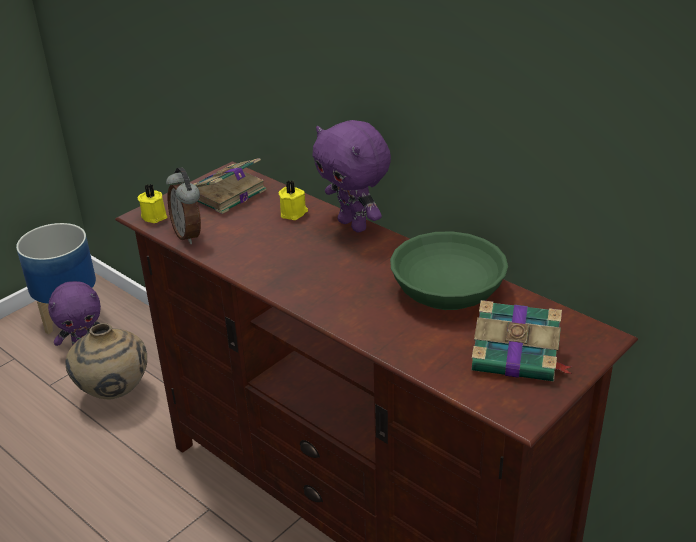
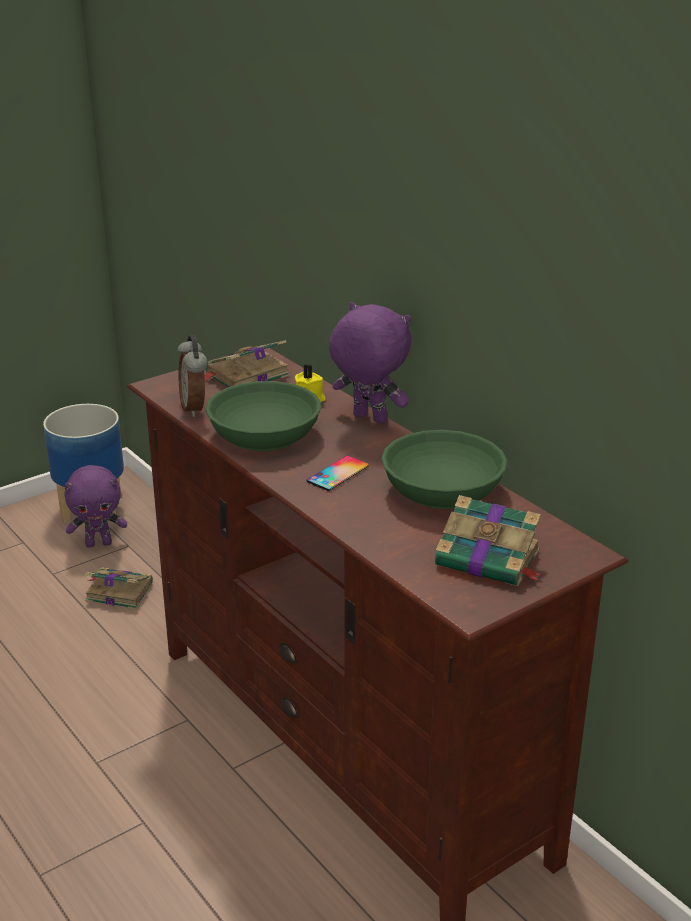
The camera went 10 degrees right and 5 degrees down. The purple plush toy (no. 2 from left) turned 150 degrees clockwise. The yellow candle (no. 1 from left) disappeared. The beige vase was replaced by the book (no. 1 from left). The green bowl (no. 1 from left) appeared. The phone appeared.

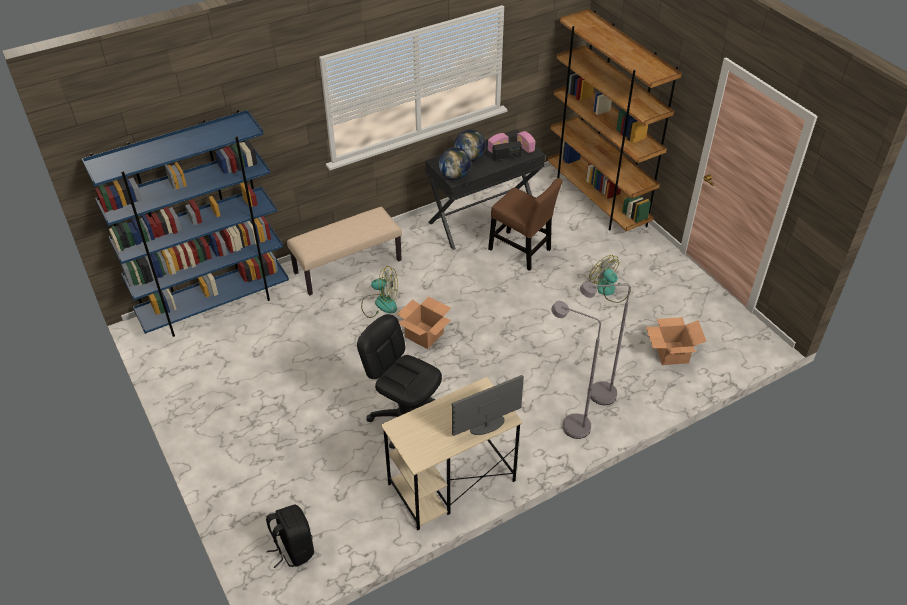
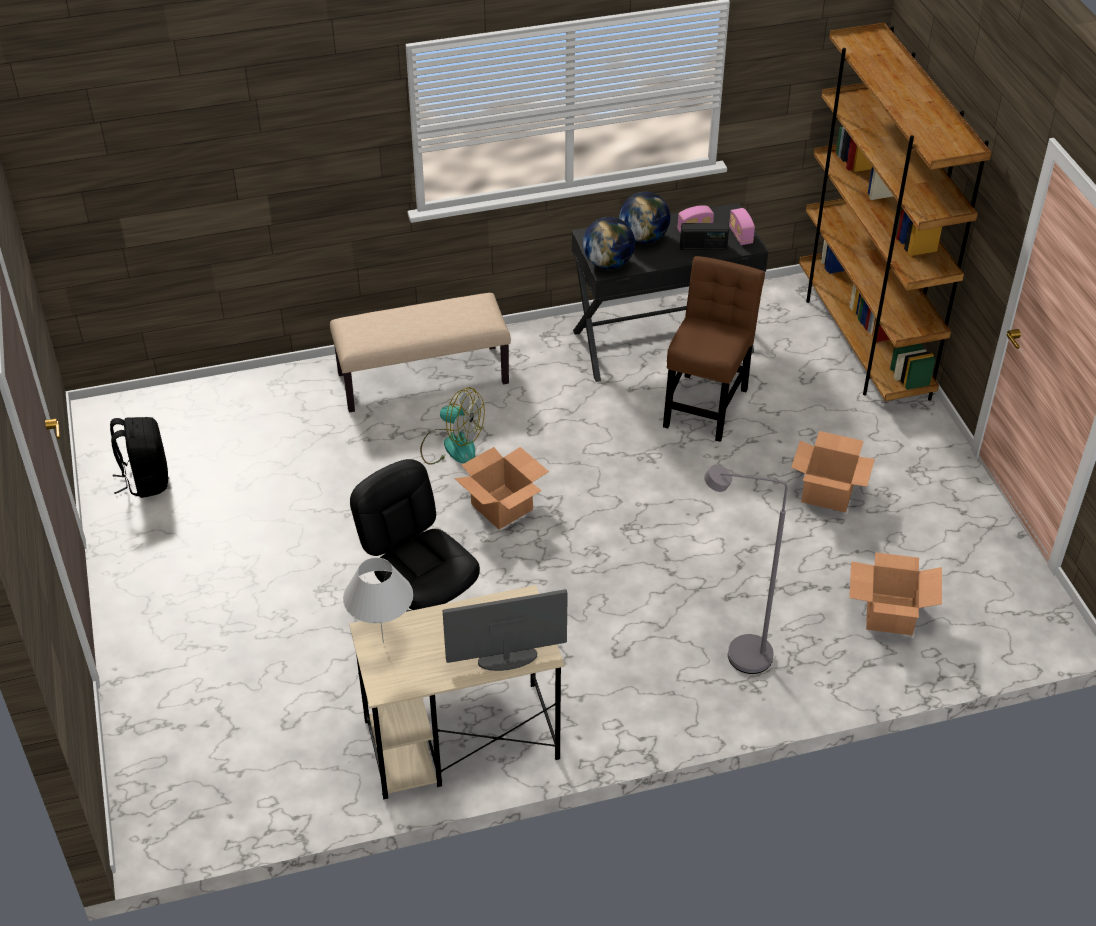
The camera went 15 degrees right and 0 degrees up. The blue bookcase disappeared. The brown chair turned 120 degrees counterclockwise. The fan (no. 2 from left) was replaced by the cardboard box (no. 2 from left). The grey floor lamp (no. 1 from left) disappeared. The black backpack moved. The white table lamp appeared.

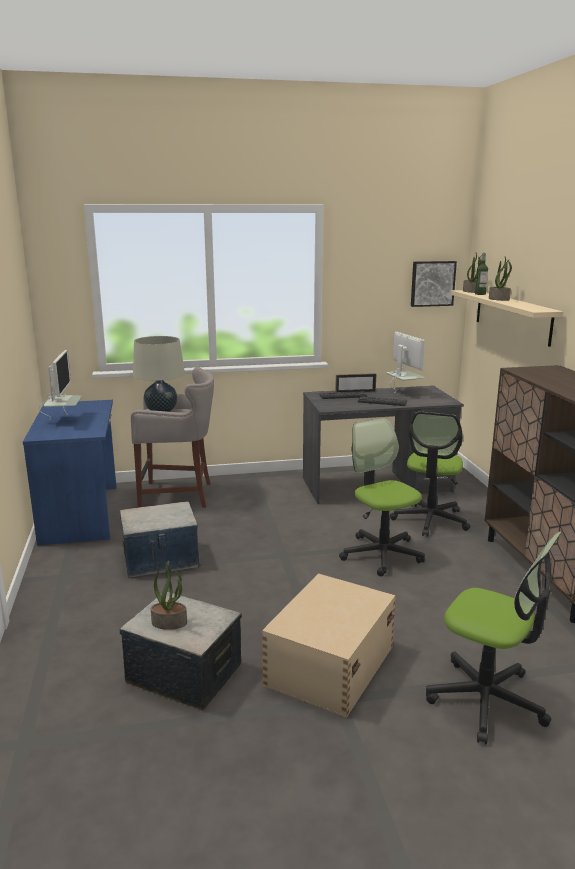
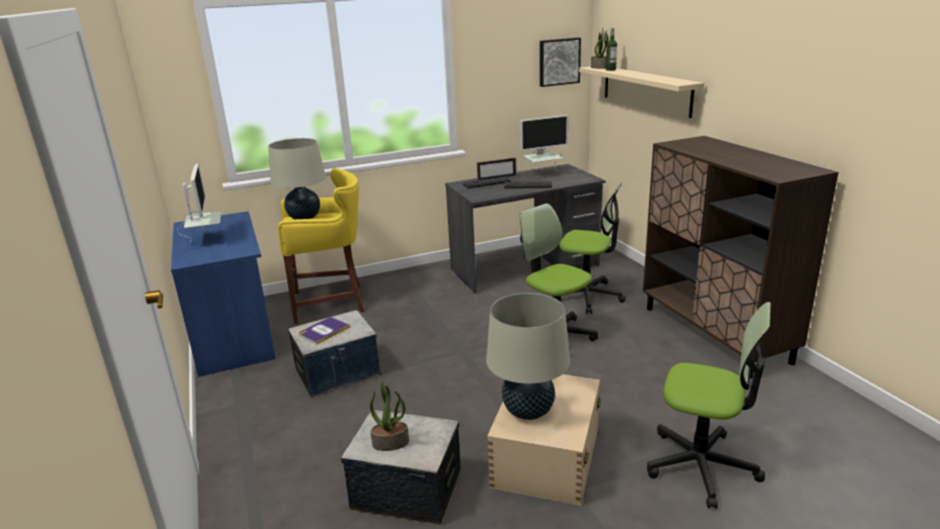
The camera went 10 degrees left and 5 degrees up. The potted plant (no. 3 from left) disappeared. The monitor (no. 2 from left) turned 105 degrees clockwise. The grey stool became the yellow stool. The office chair (no. 2 from left) turned 75 degrees counterclockwise. The beige table lamp (no. 2 from left) appeared. The book appeared.

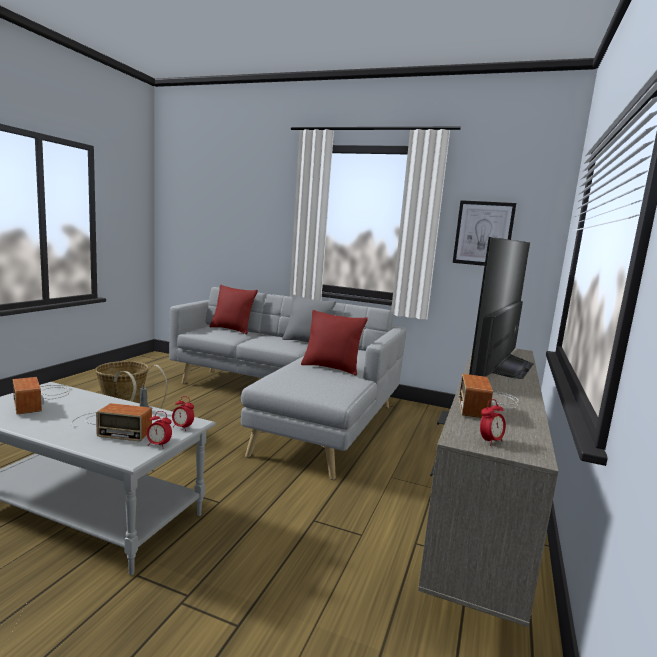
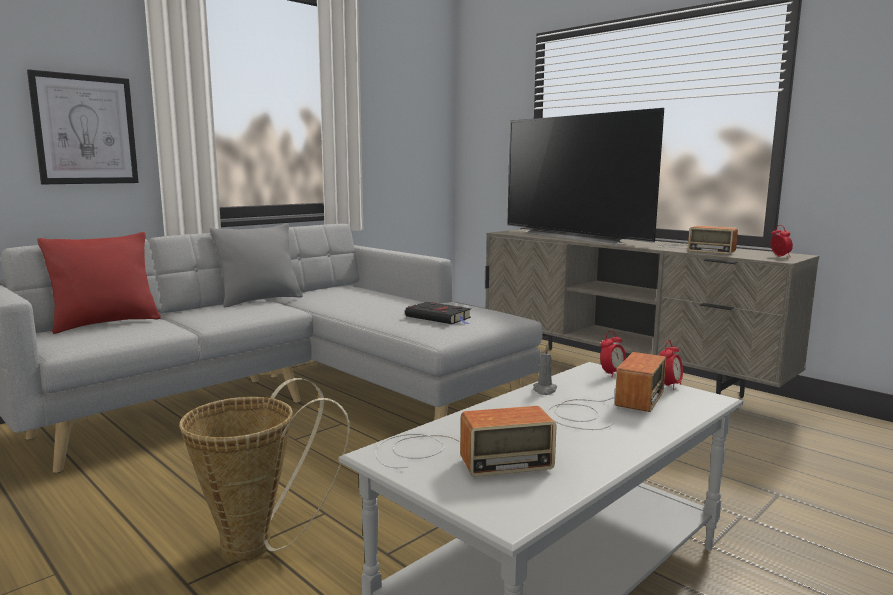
The camera went 65 degrees left and 0 degrees up. The picture moved. The red pillow (no. 2 from left) disappeared. The black book appeared.

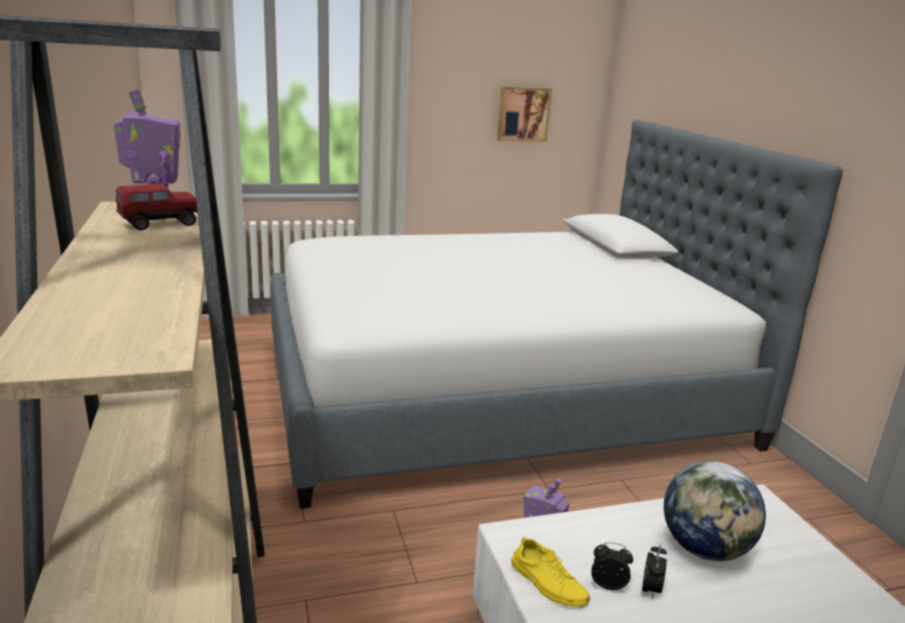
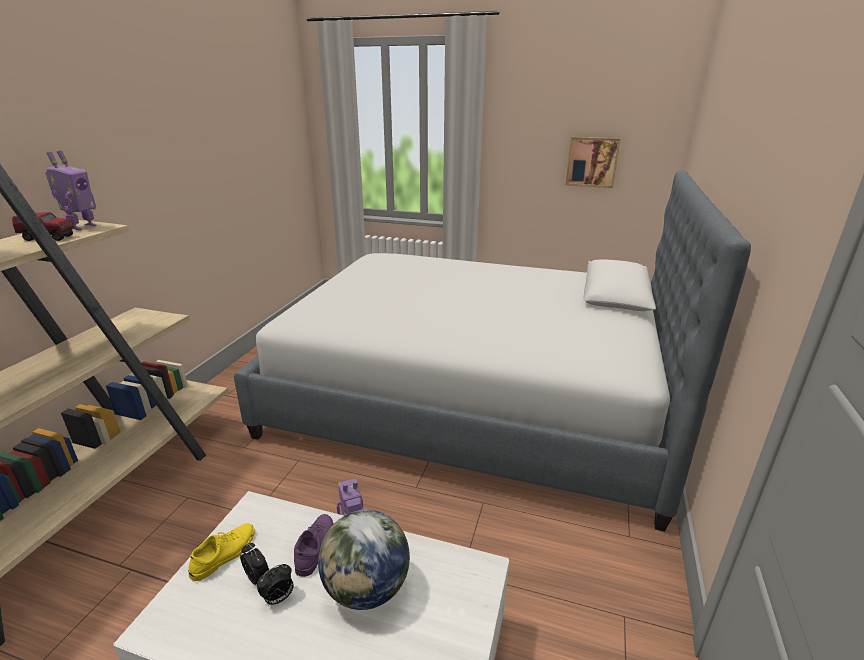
The camera went 35 degrees right and 5 degrees up. The yellow shoe turned 135 degrees counterclockwise. The purple shoe appeared.

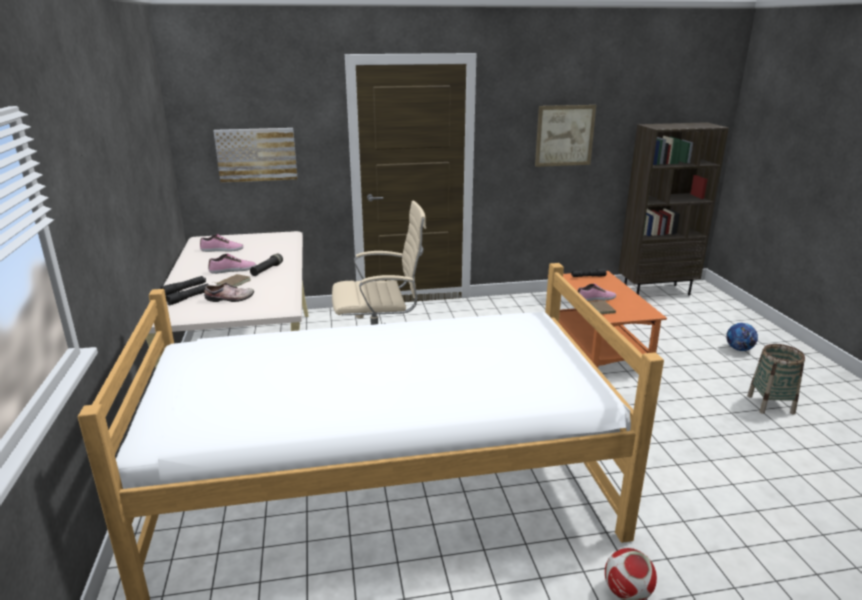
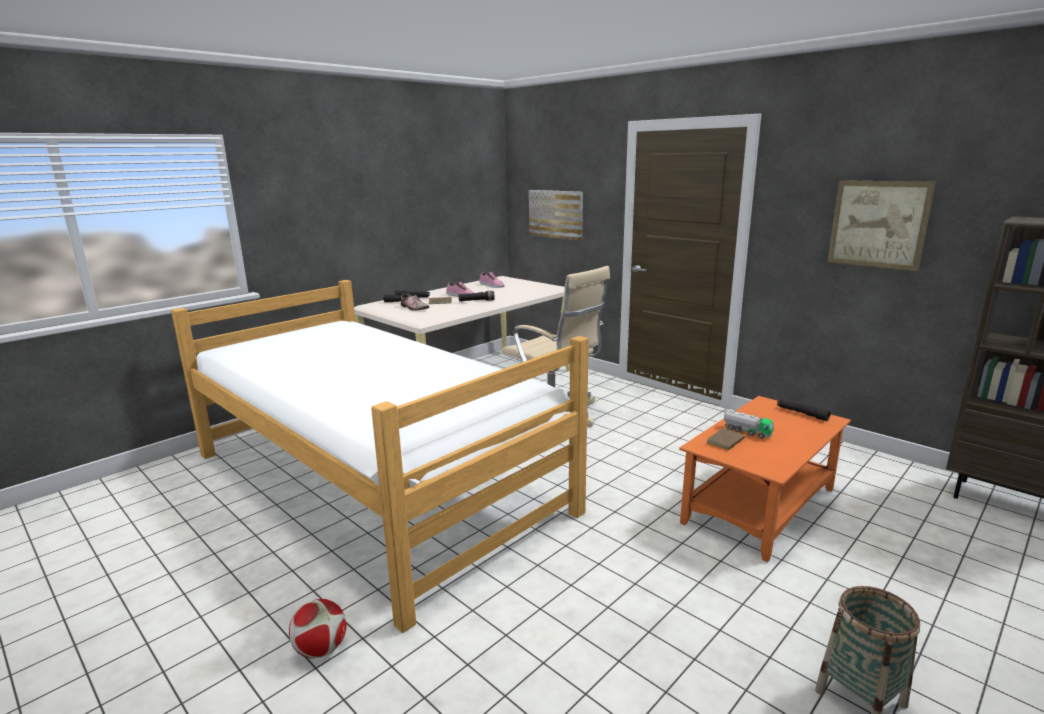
The camera went 55 degrees right and 5 degrees down. The shoe (no. 4 from left) was replaced by the toy truck. The football (no. 2 from left) disappeared.

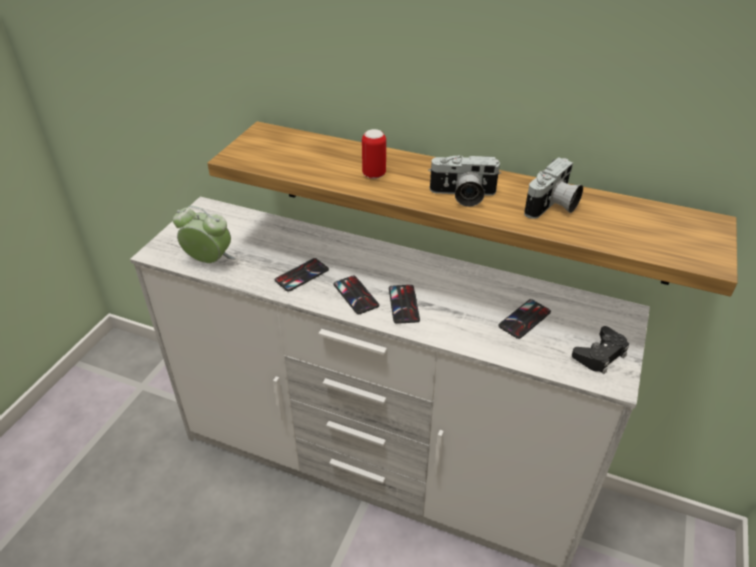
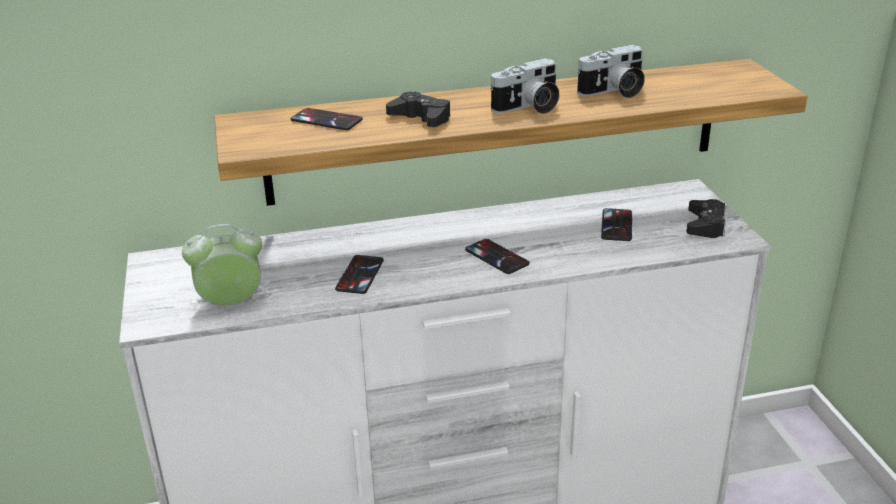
The camera went 35 degrees left and 10 degrees down. The can was replaced by the black game controller (no. 1 from left). The photo camera (no. 2 from left) turned 60 degrees clockwise. The phone (no. 2 from left in the first image) moved.

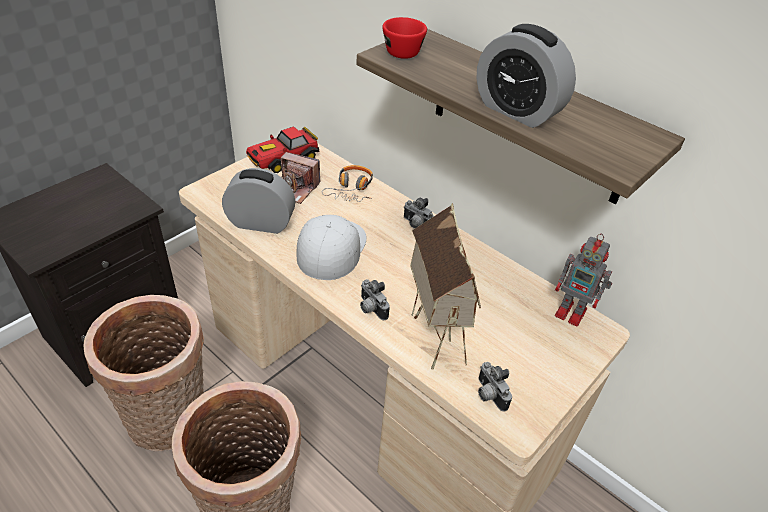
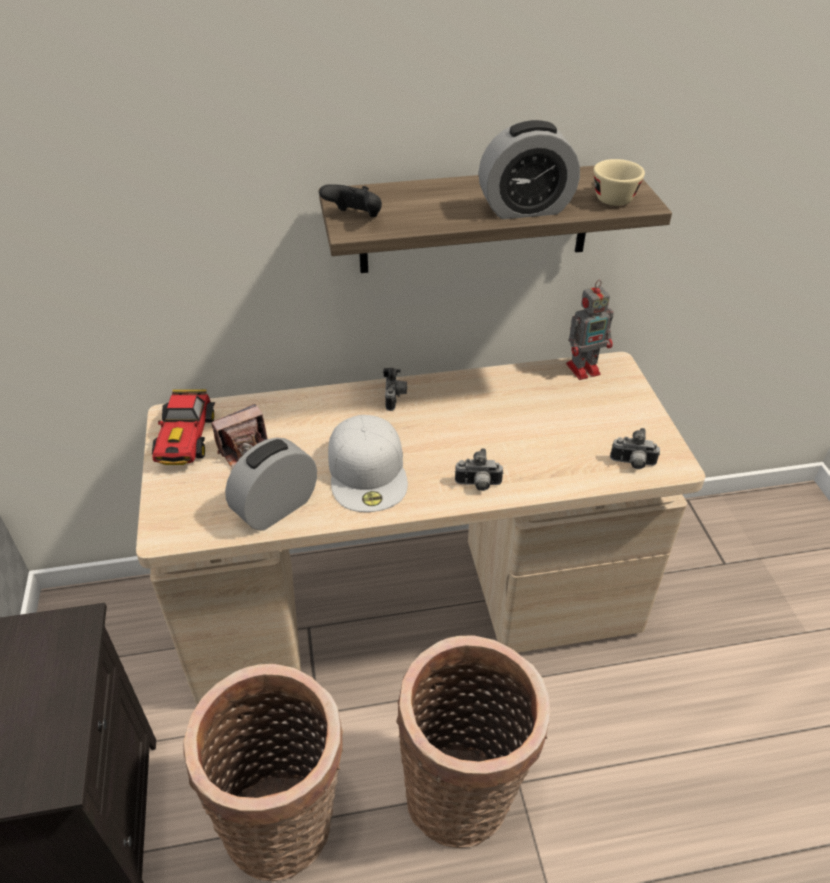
The camera went 50 degrees left and 0 degrees up. The red cup was replaced by the black game controller. The headphones disappeared. The photo camera (no. 3 from left in the first image) turned 75 degrees counterclockwise. The toy house disappeared. The white cap turned 150 degrees counterclockwise. The beige cup appeared.

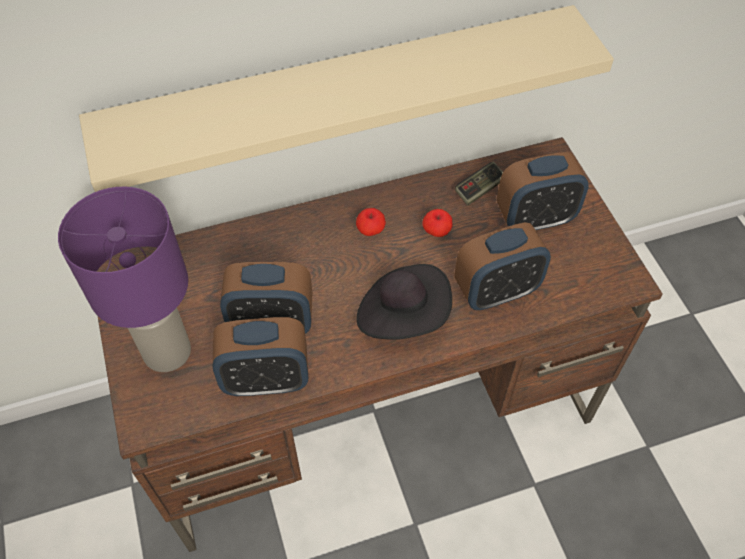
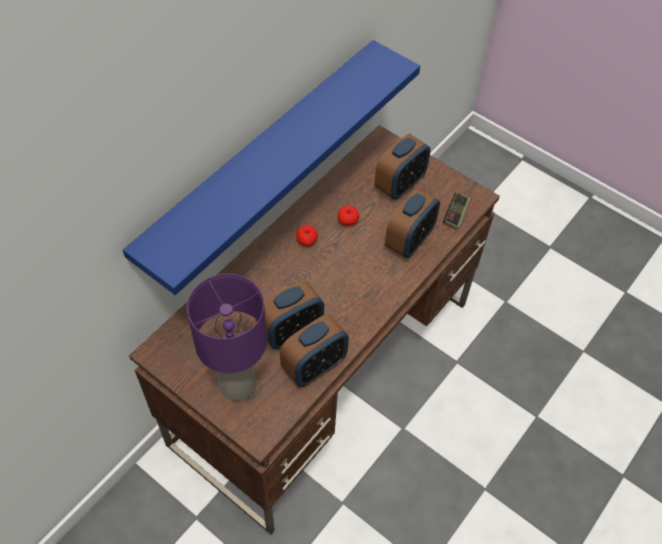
The camera went 35 degrees left and 0 degrees up. The beige shelf became the blue shelf. The game controller moved. The black hat disappeared.

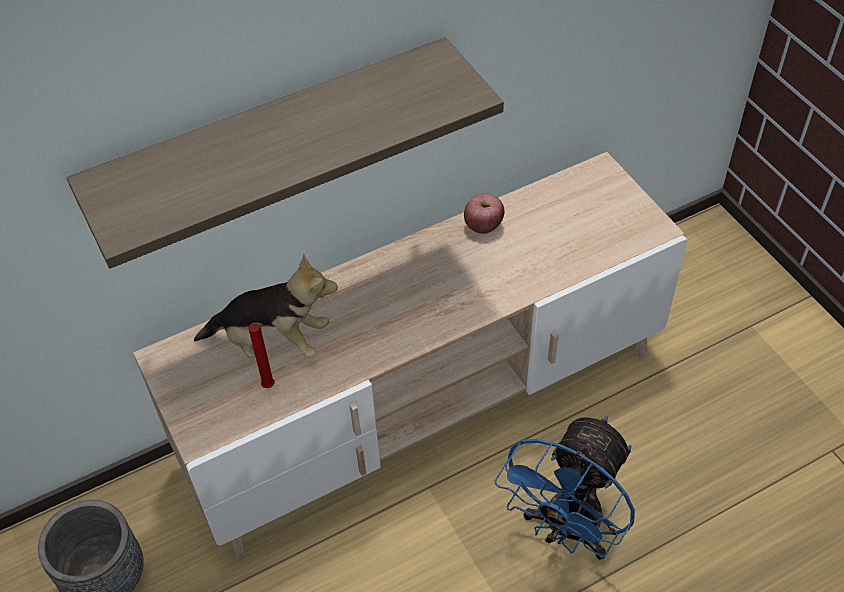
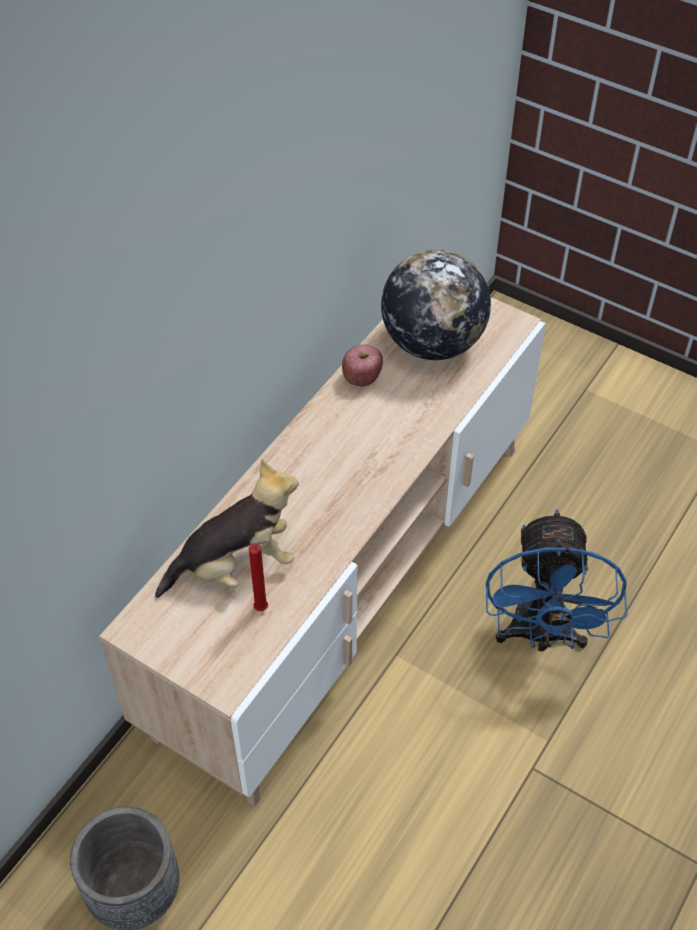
The camera went 30 degrees left and 0 degrees up. The shelf disappeared. The globe appeared.

